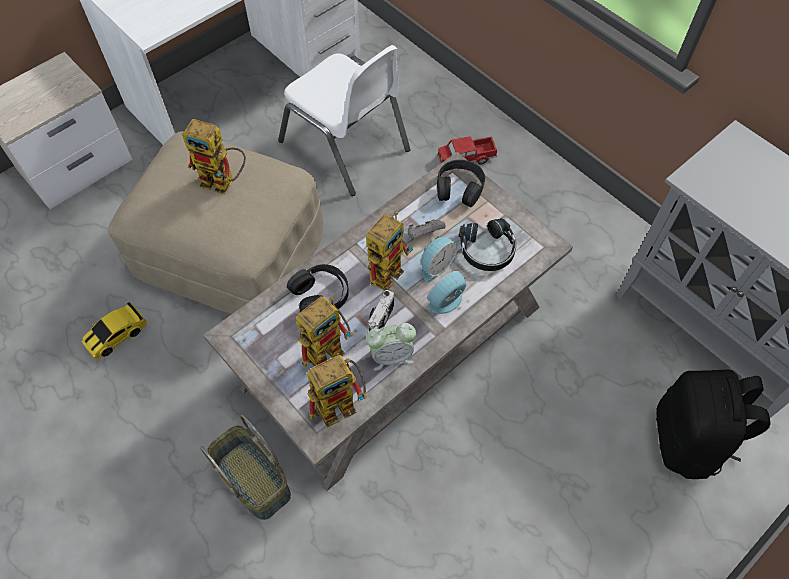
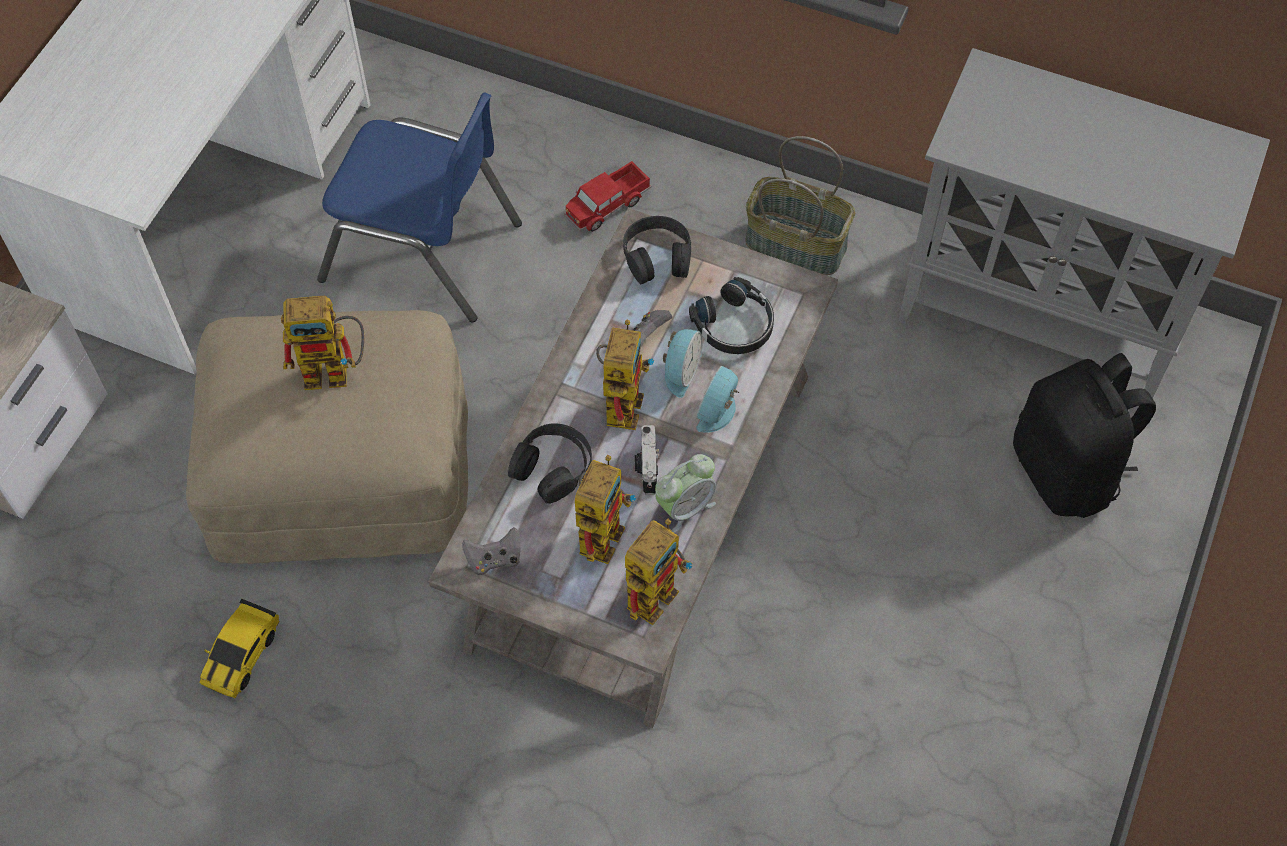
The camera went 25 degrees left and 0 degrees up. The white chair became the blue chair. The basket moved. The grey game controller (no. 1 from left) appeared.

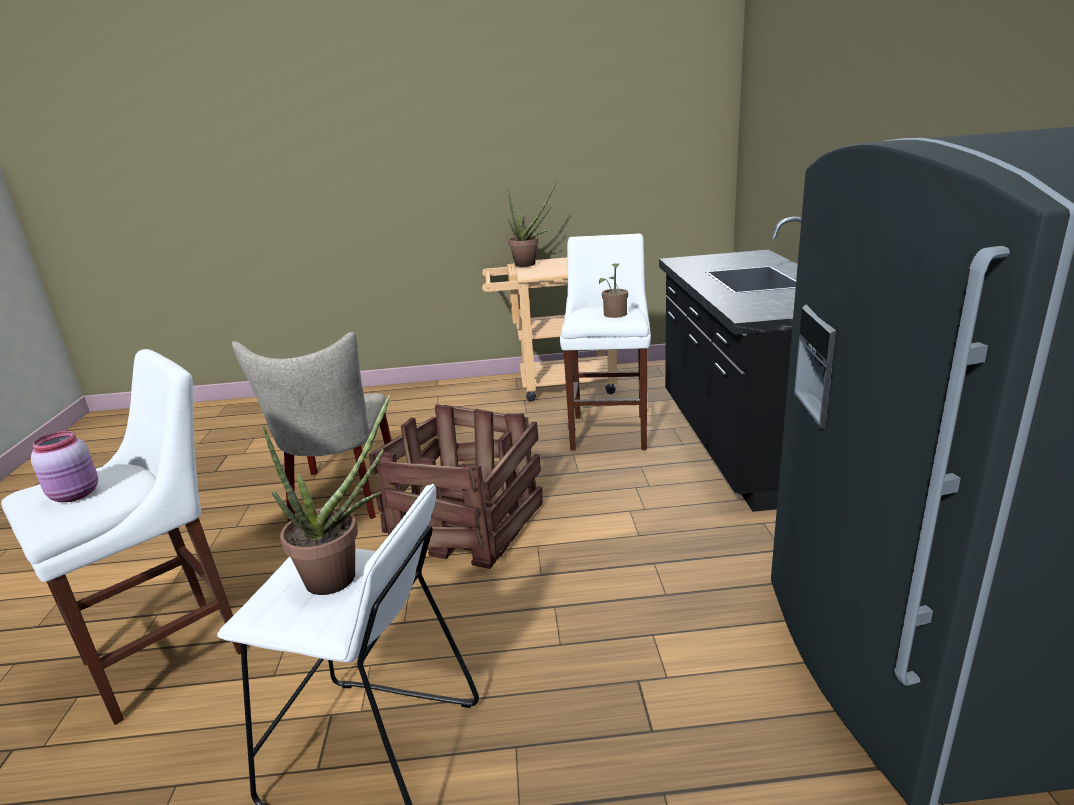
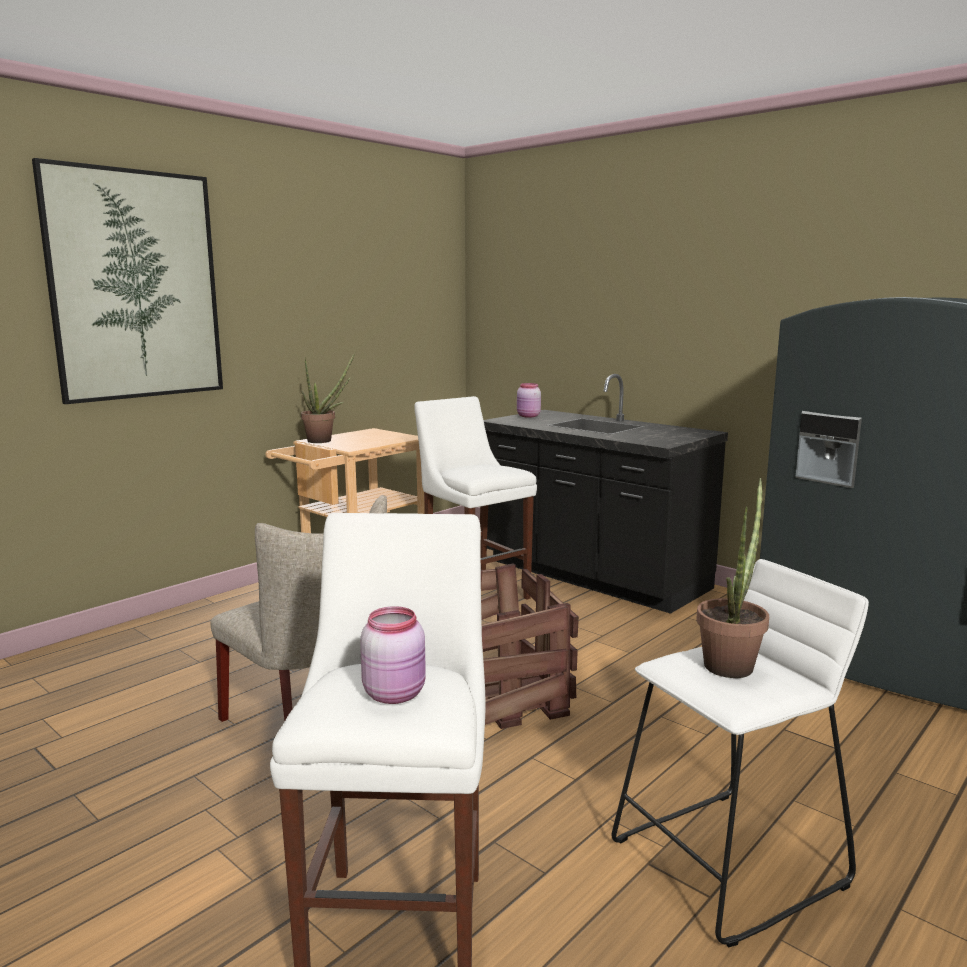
The camera went 45 degrees left and 10 degrees down. The potted plant (no. 3 from left) disappeared. The picture appeared. The pink jar (no. 2 from left) appeared.

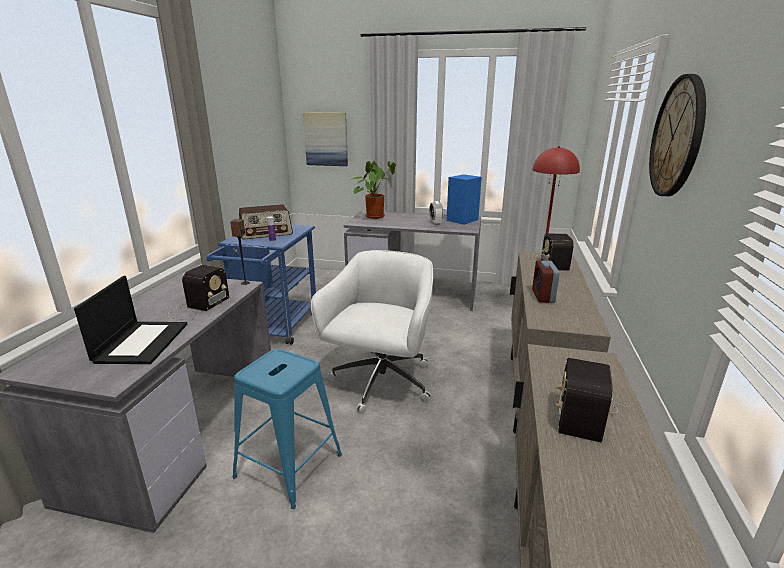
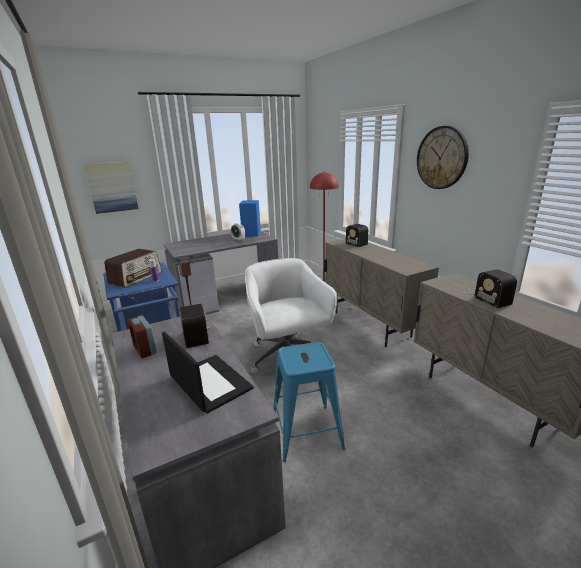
The camera went 40 degrees left and 0 degrees up. The potted plant disappeared. The alarm clock (no. 2 from left in the first image) moved.

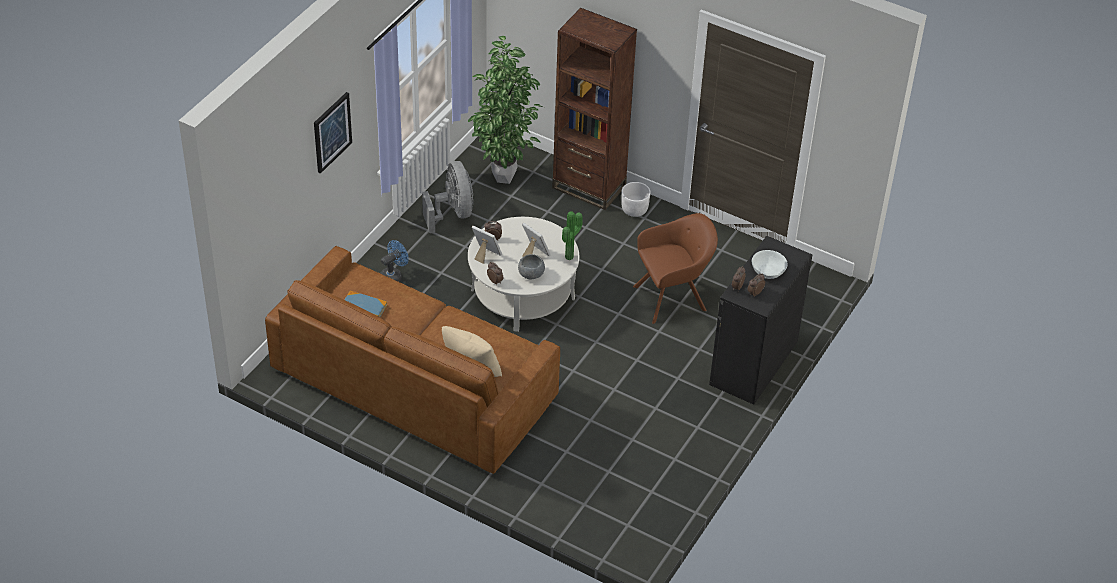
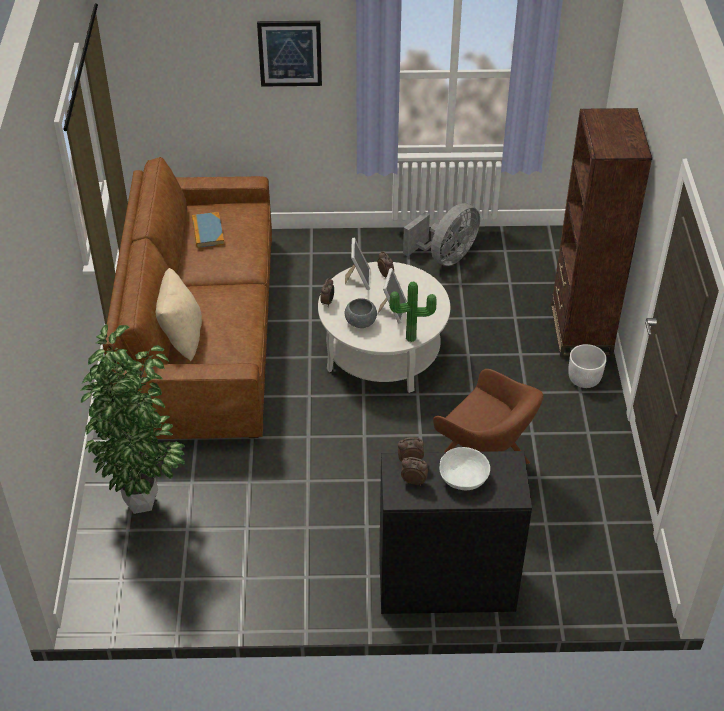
The camera went 60 degrees right and 0 degrees up. The potted plant (no. 1 from left) moved. The blue fan disappeared.

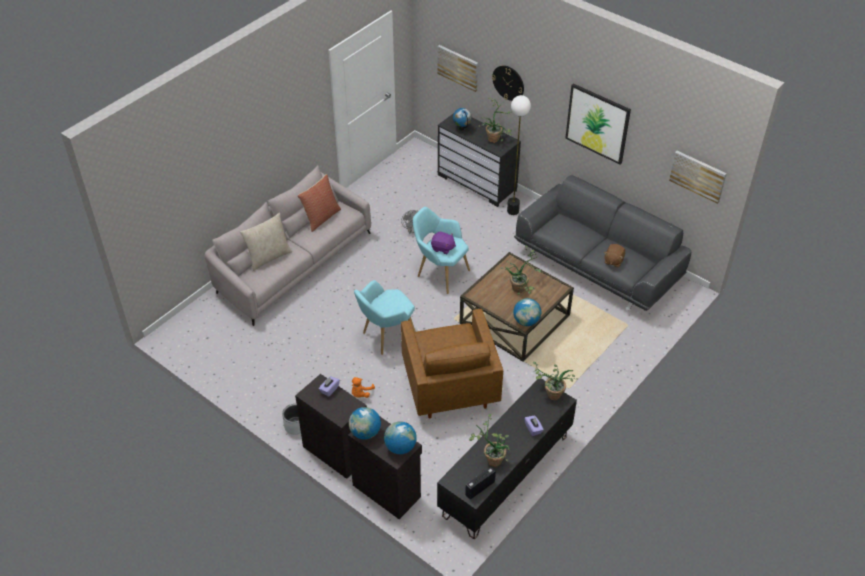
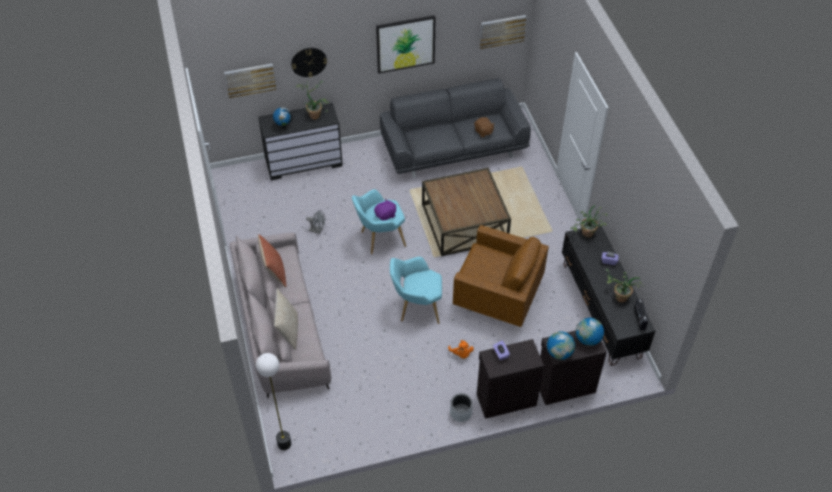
The camera went 55 degrees left and 5 degrees up. The floor lamp moved. The potted plant (no. 3 from left) disappeared. The turquoise armchair (no. 1 from left in the first image) turned 90 degrees clockwise. The globe (no. 4 from left) disappeared.

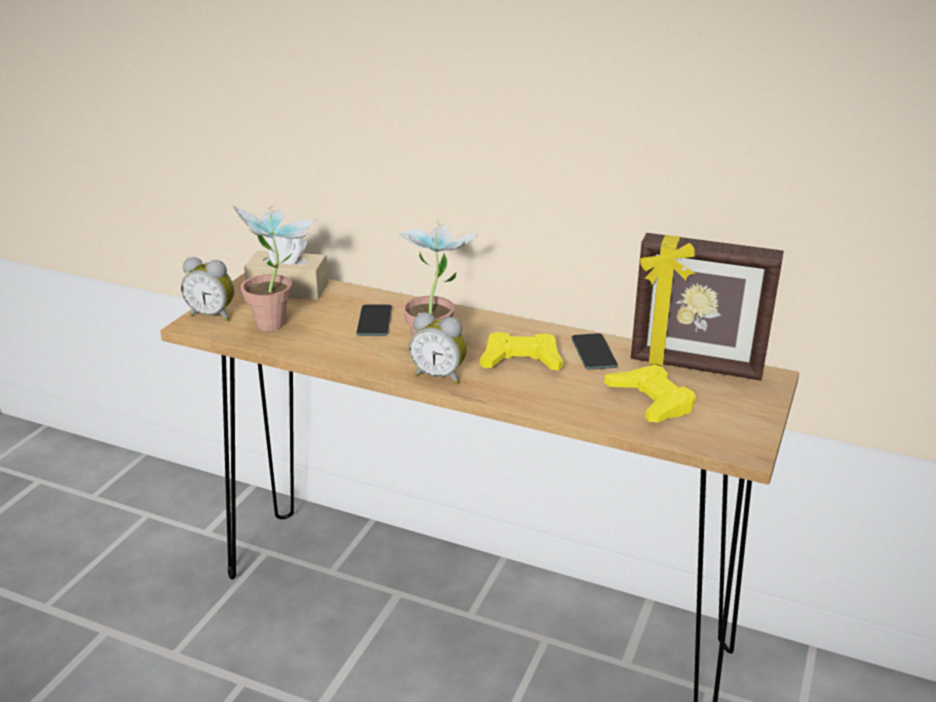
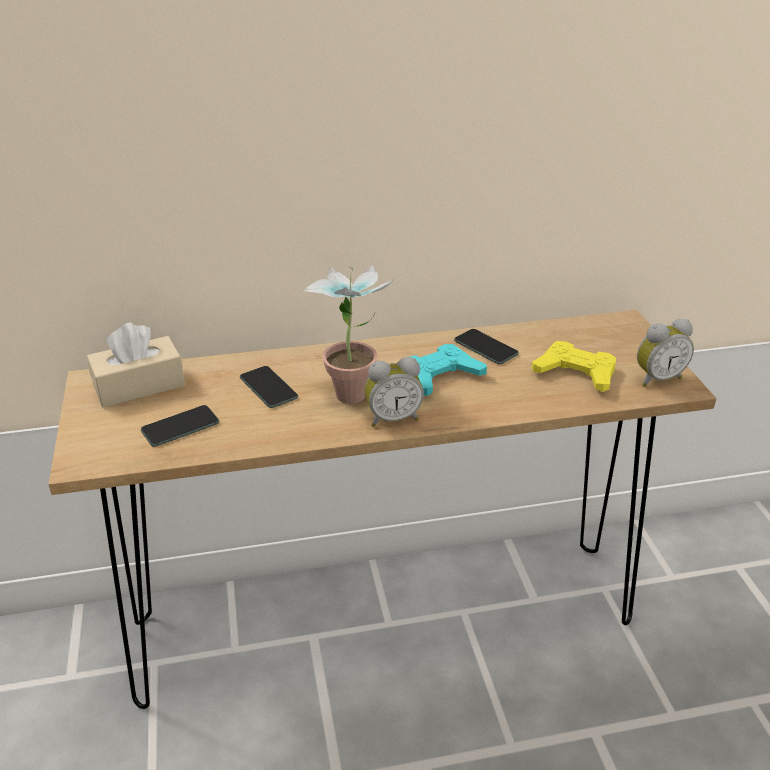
The camera went 35 degrees left and 5 degrees up. The potted plant (no. 1 from left) was replaced by the phone (no. 1 from left). The picture frame disappeared. The alarm clock (no. 1 from left in the first image) moved. The yellow game controller (no. 1 from left) became the turquoise game controller.

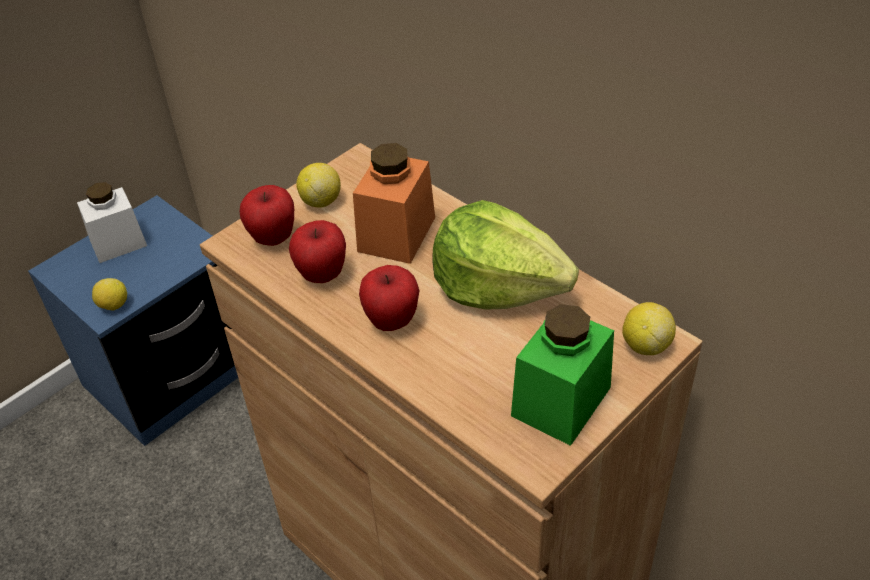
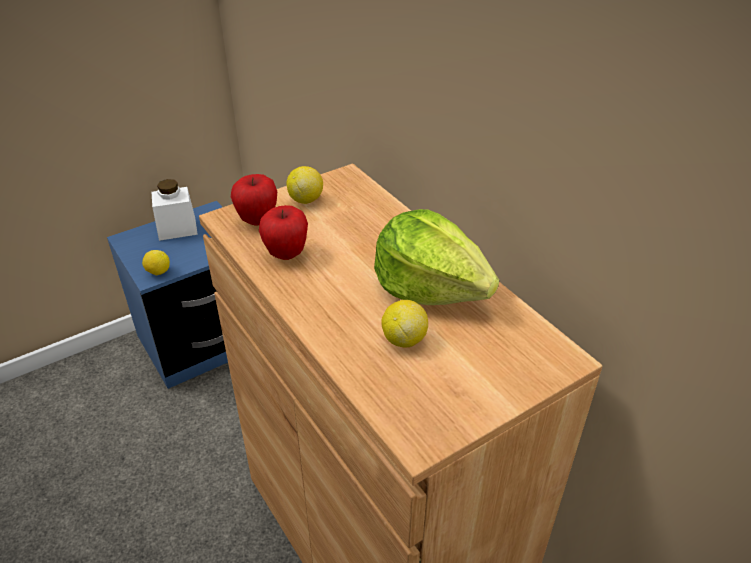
The camera went 10 degrees right and 5 degrees down. The orange jar disappeared. The apple (no. 3 from left) disappeared. The lemon (no. 3 from left) moved. The green jar disappeared.

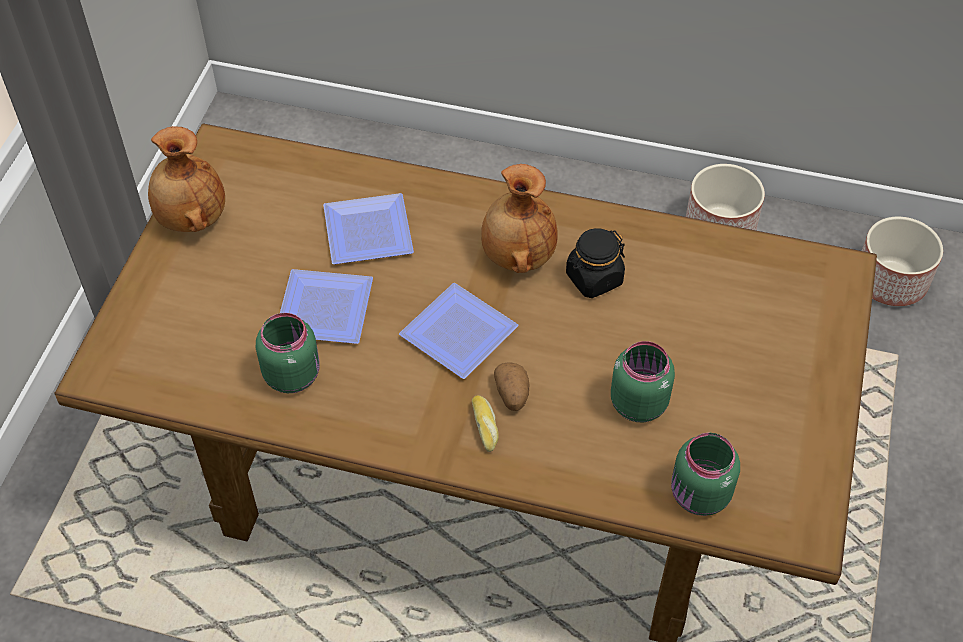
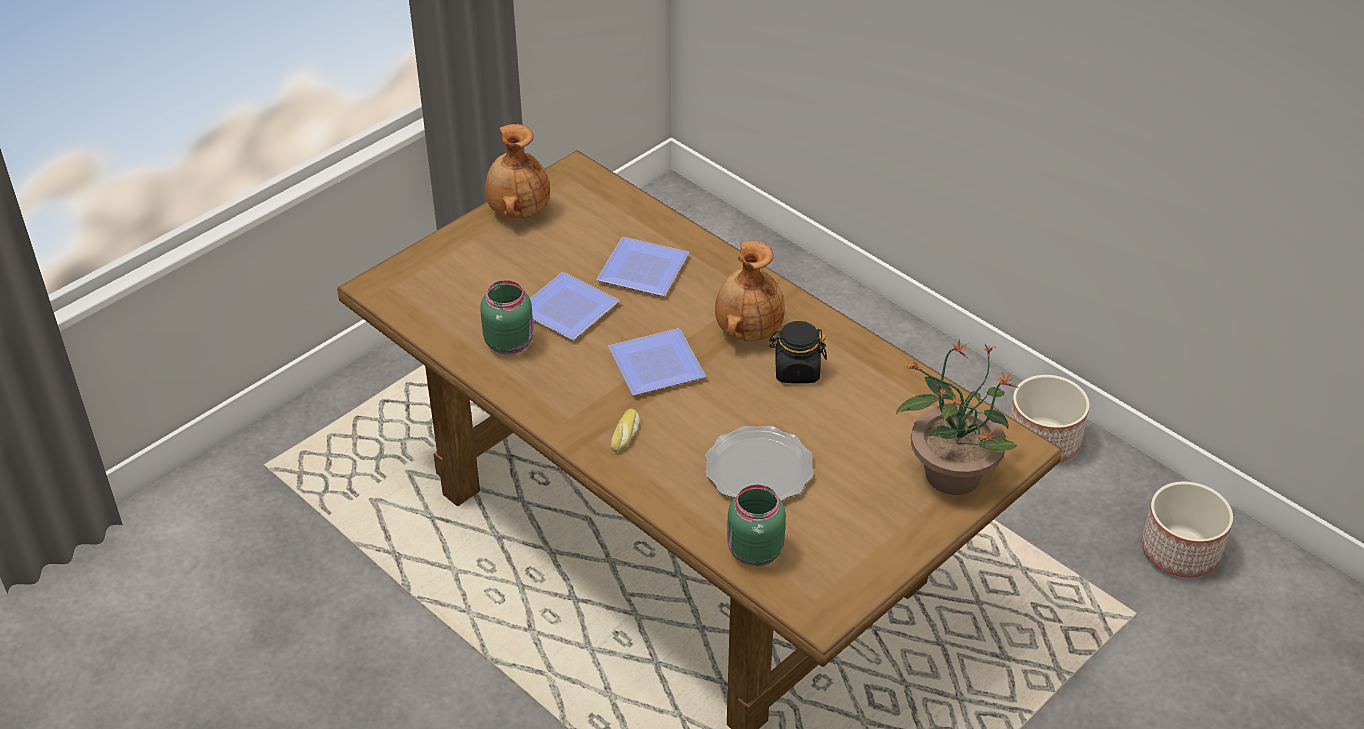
The camera went 30 degrees right and 10 degrees down. The green jar (no. 2 from left) was replaced by the plate (no. 4 from left). The potato disappeared. The potted plant appeared.

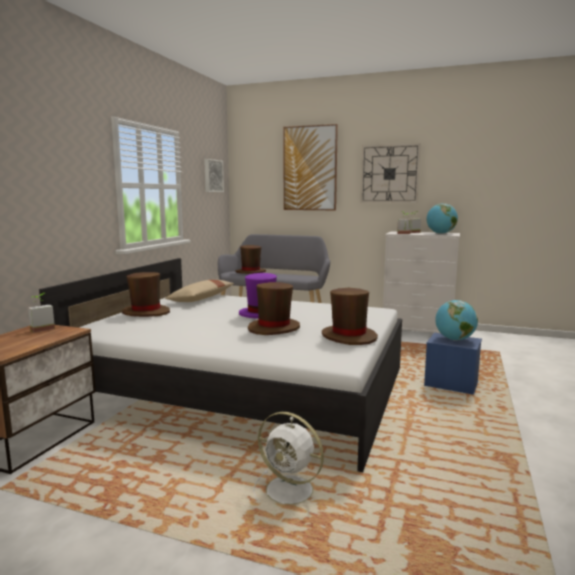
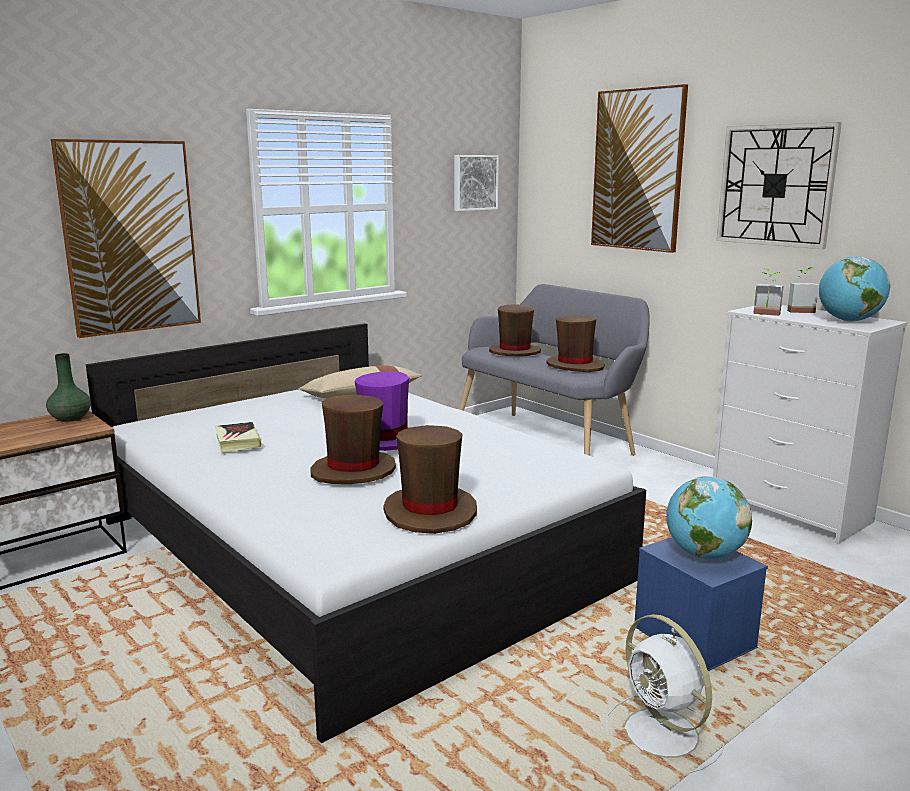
The camera went 30 degrees right and 5 degrees up. The brown hat (no. 1 from left in the first image) moved. The potted plant (no. 1 from left) was replaced by the green vase. The white fan moved. The picture (no. 1 from left) appeared. The book appeared.

